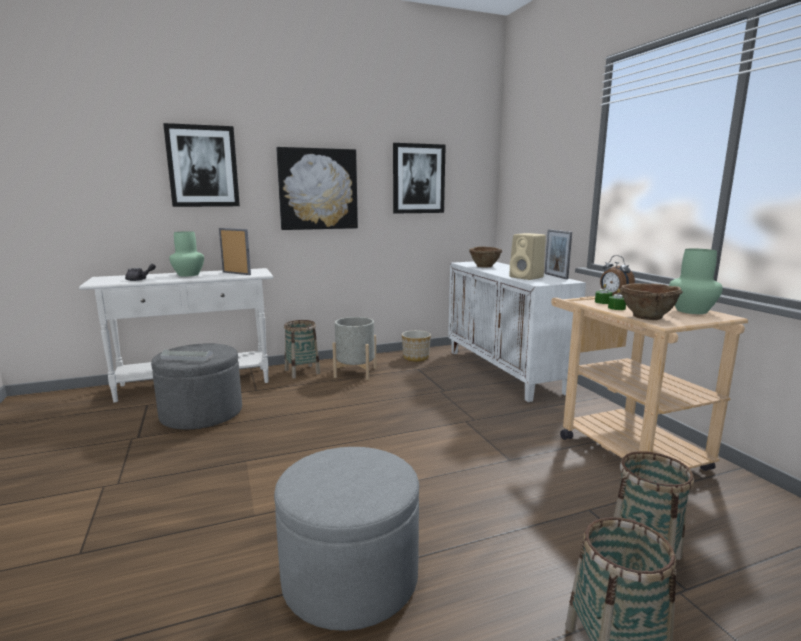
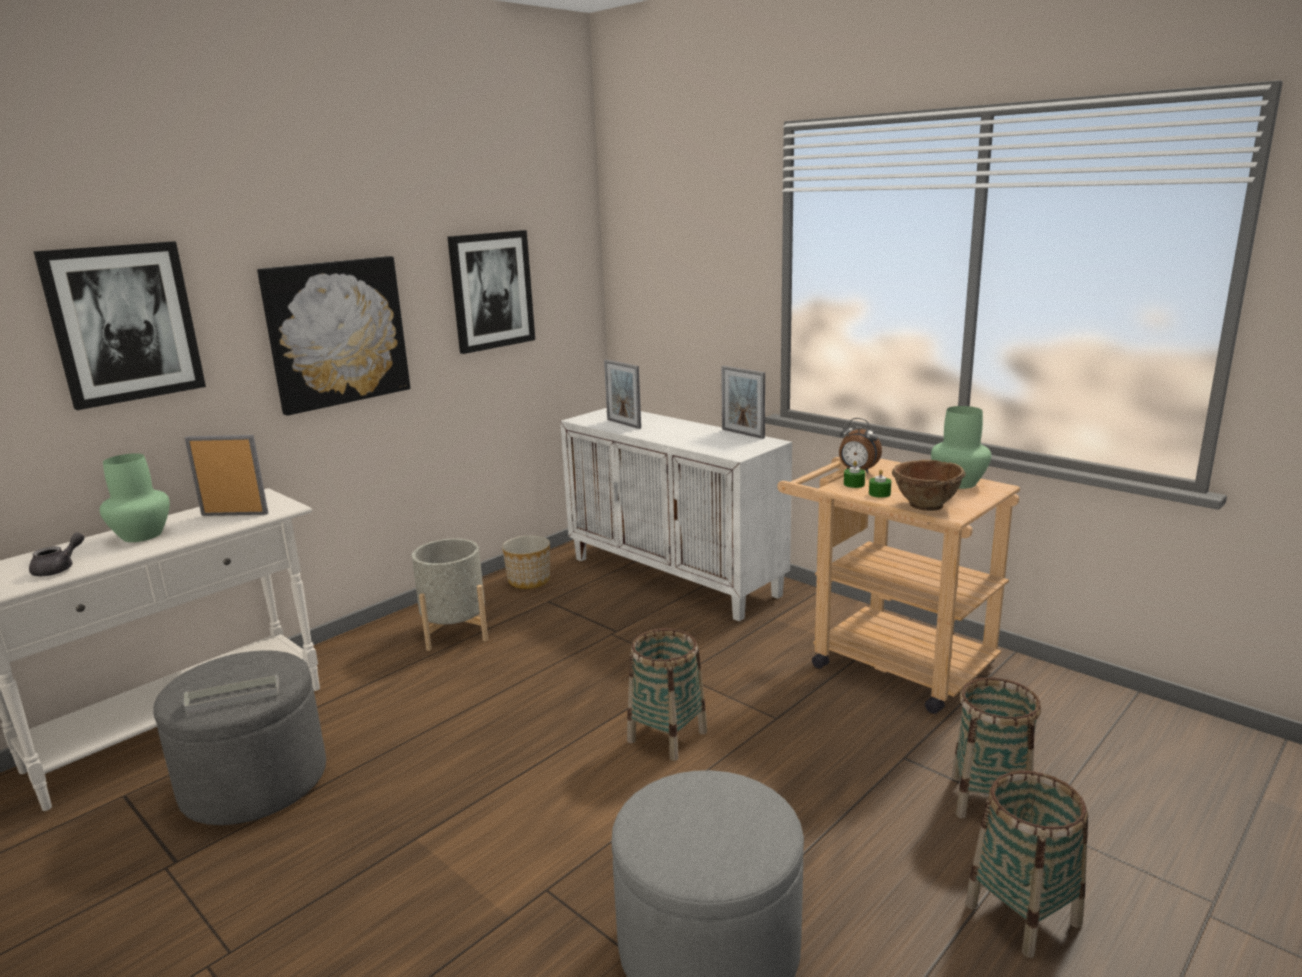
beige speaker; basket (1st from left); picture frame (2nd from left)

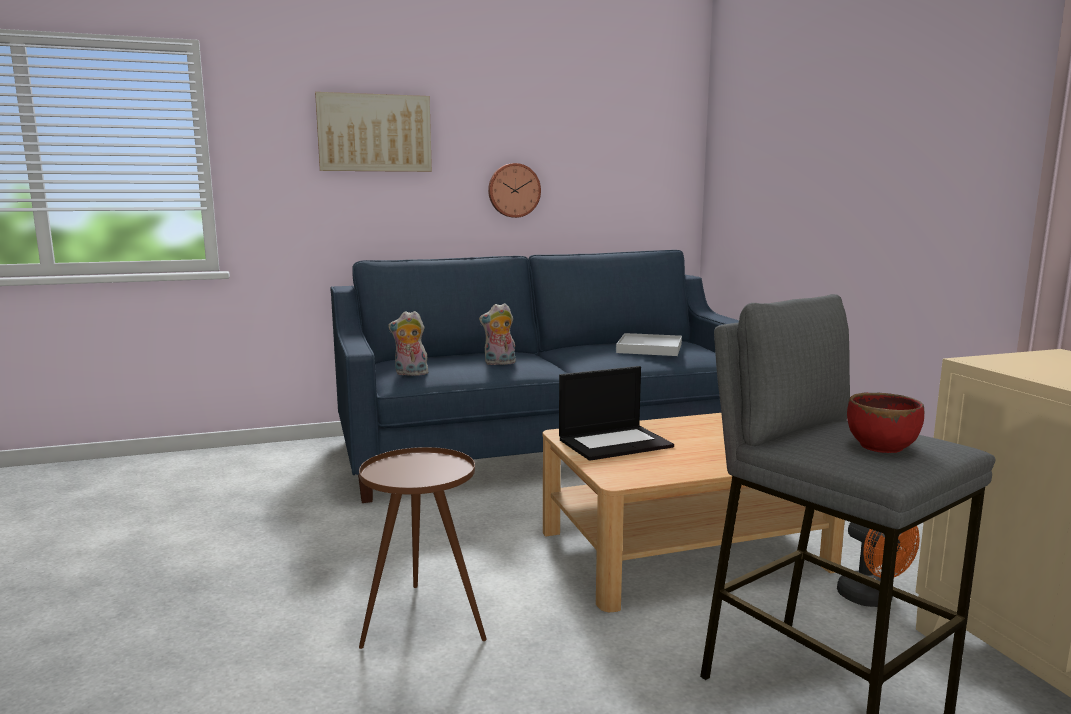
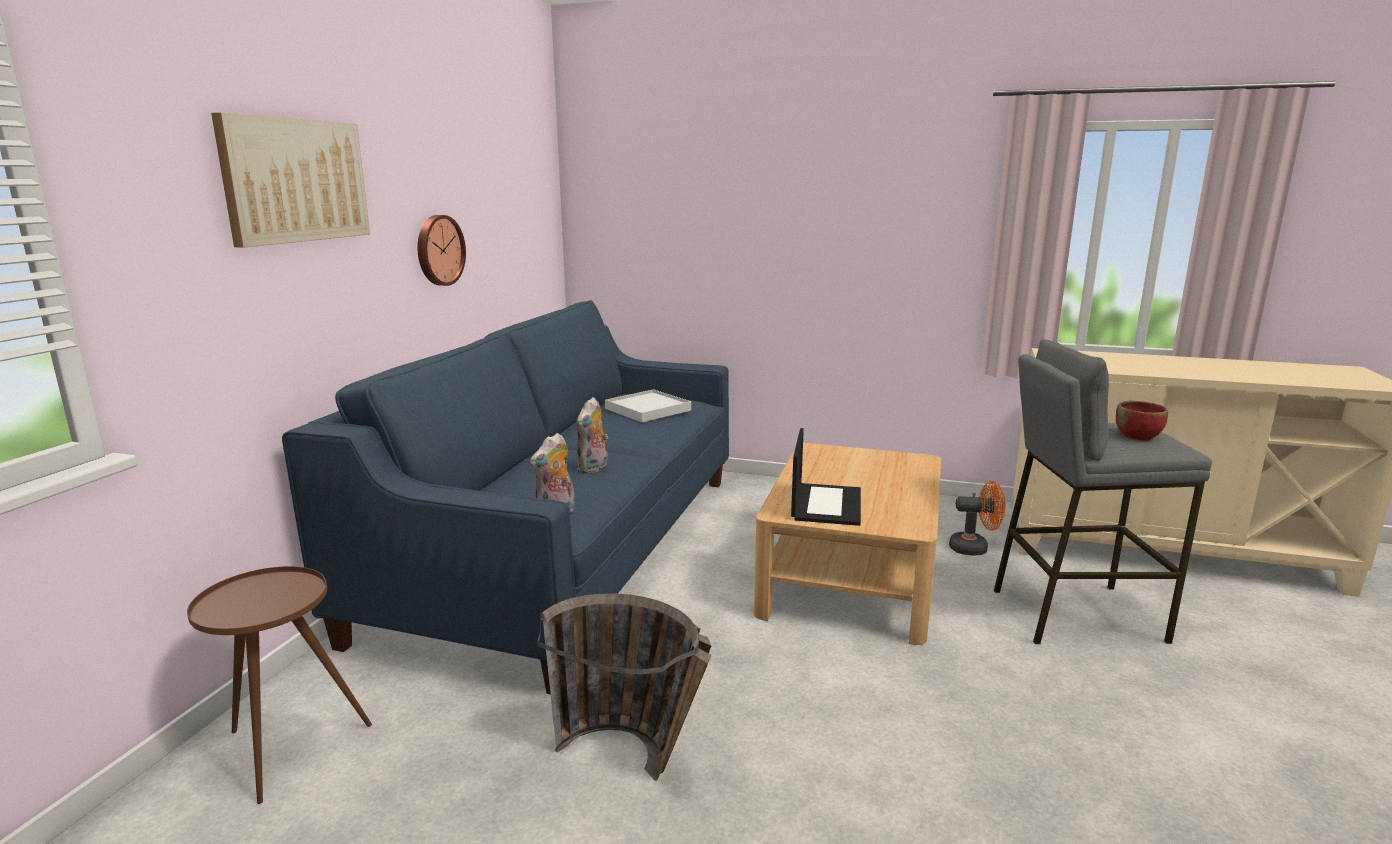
basket; brown side table

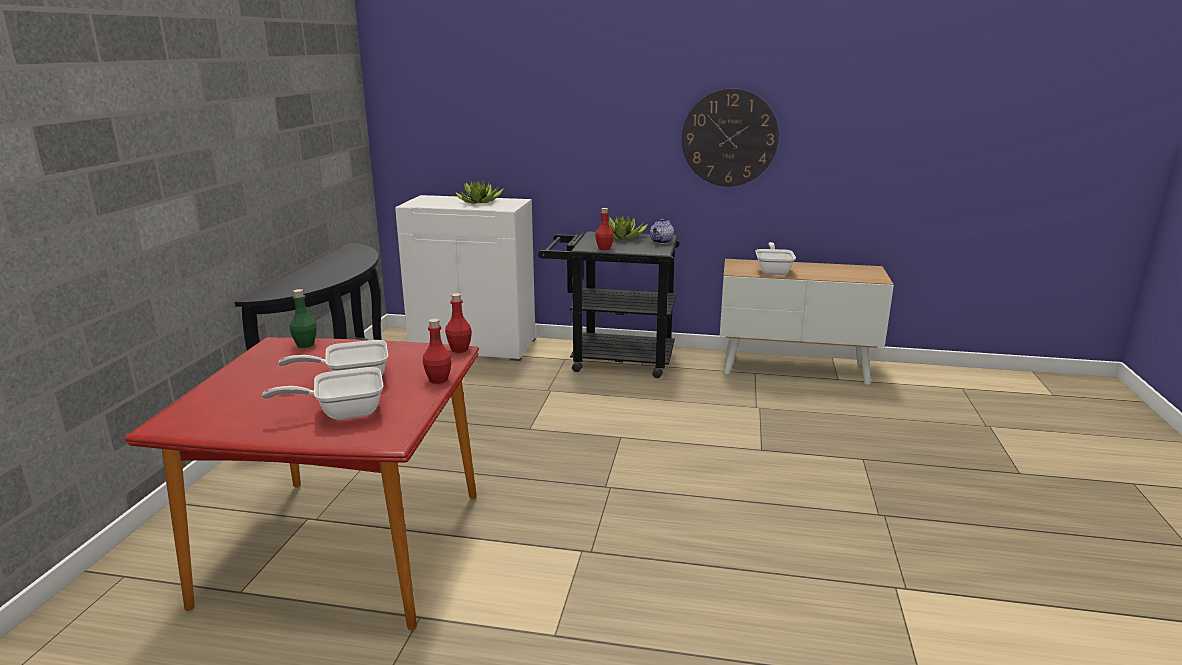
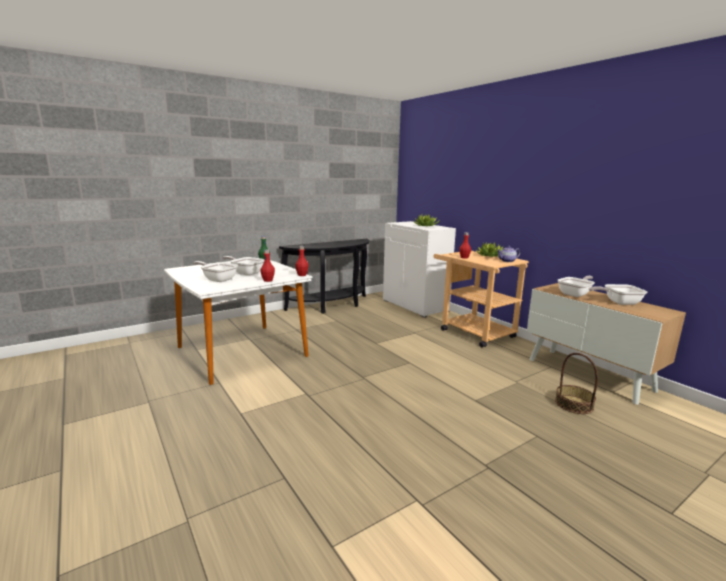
wall clock; basket; frying pan (4th from left); white dining table; beige cart

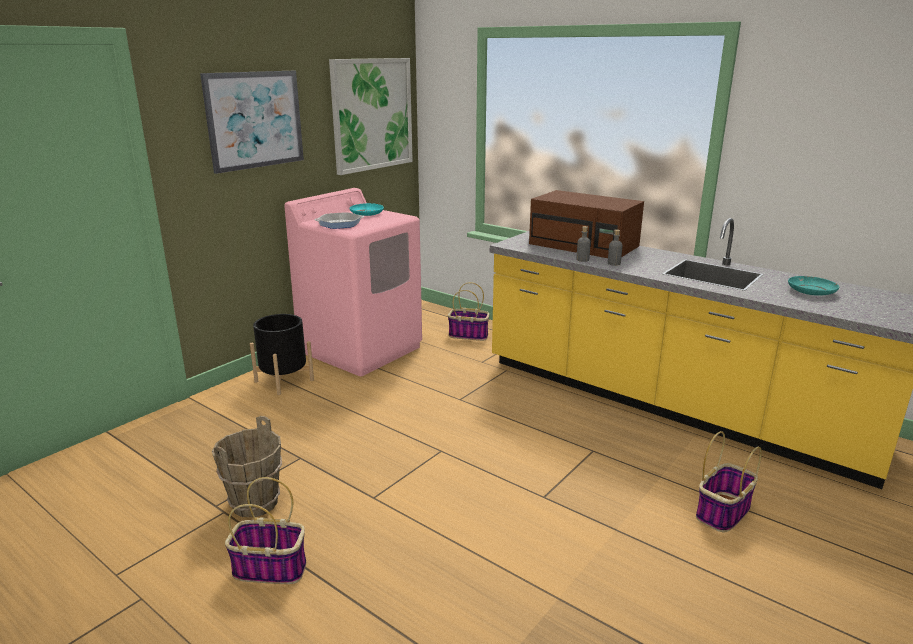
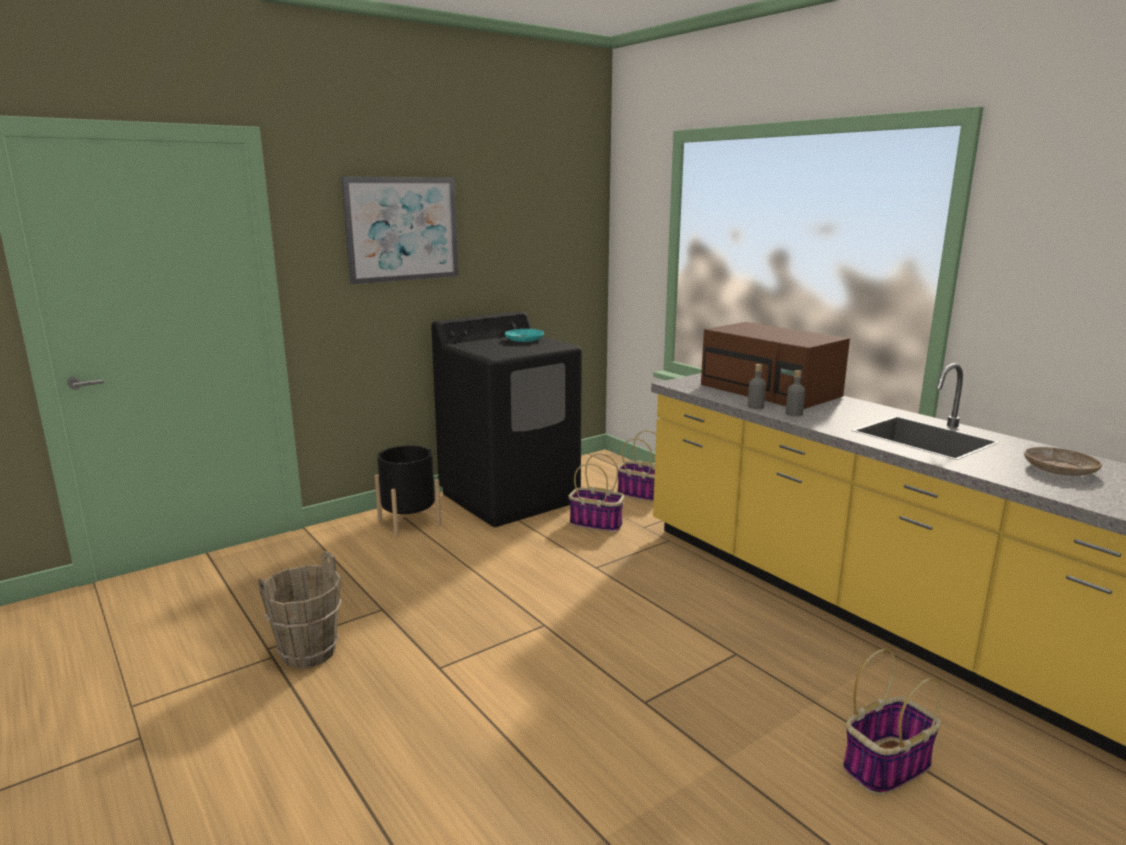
frying pan; picture (2nd from left in the first image); basket (1st from left); black washing machine; beige plate

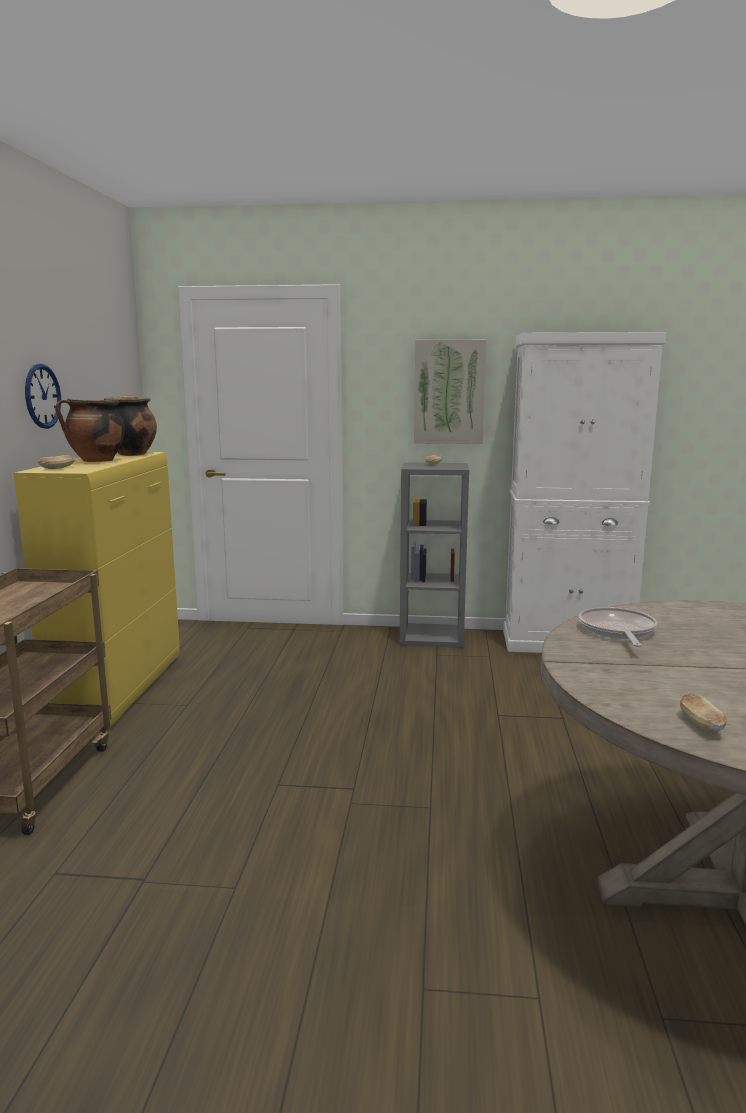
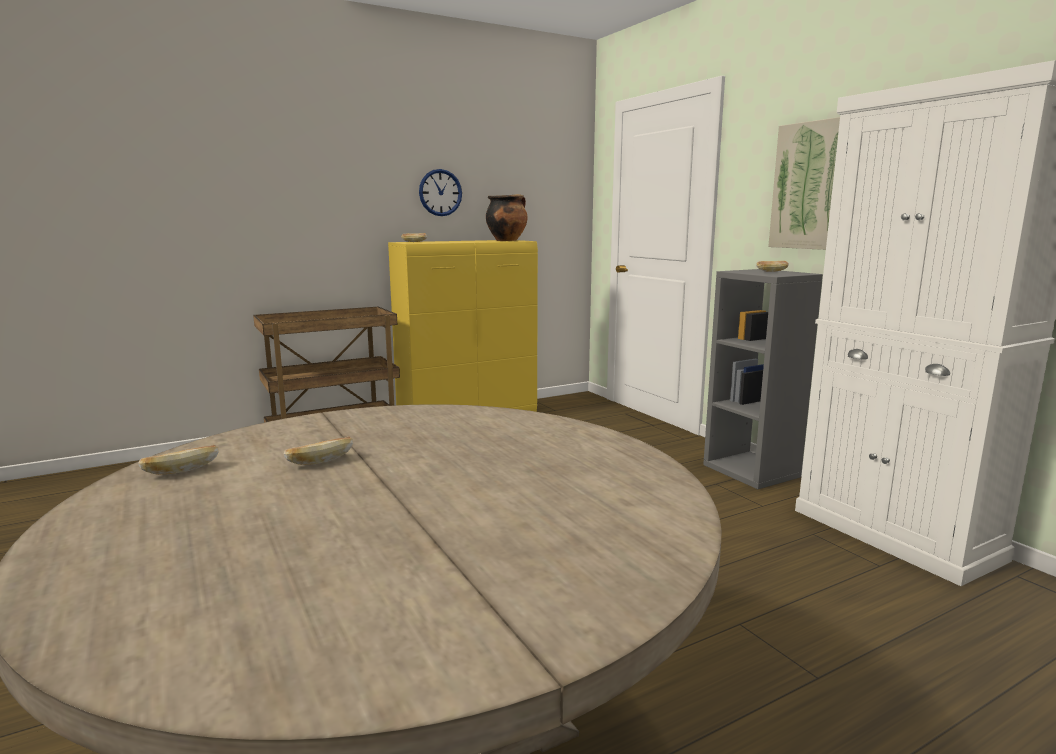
cooking pot (1st from left in the first image); frying pan; bread (2nd from left)

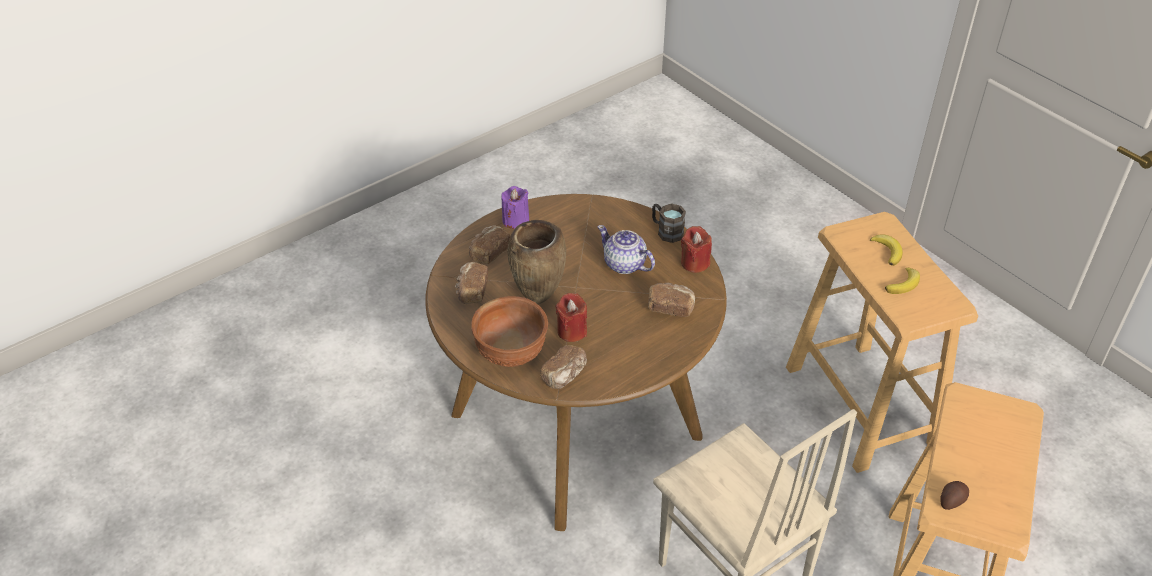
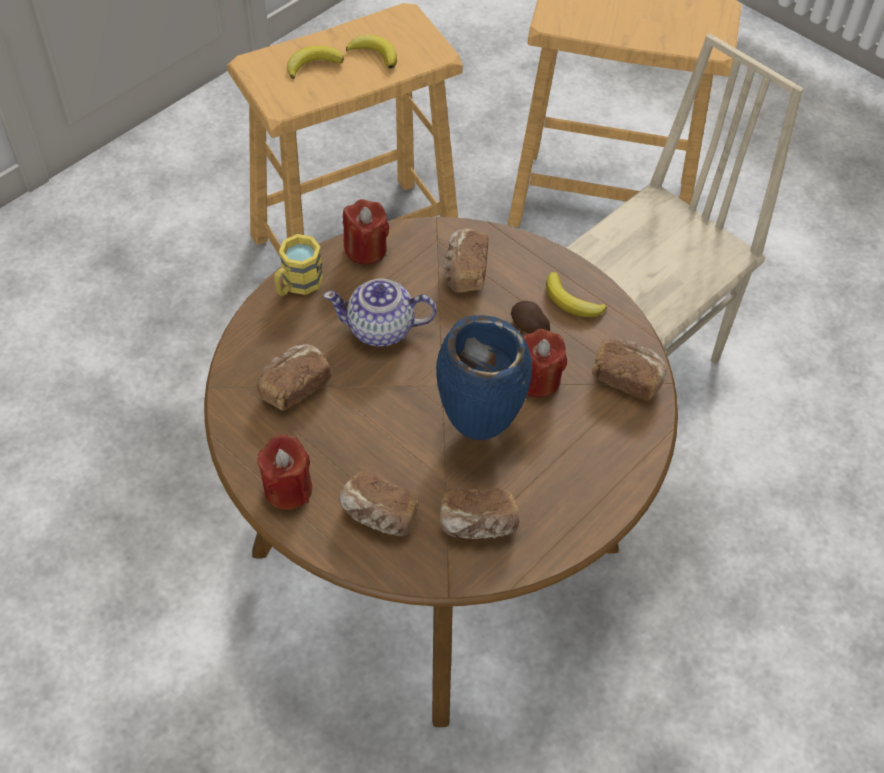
brown bowl; bread (1st from left); banana (3rd from left); potato; red candle (1st from left); blue vase; yellow mug; teapot

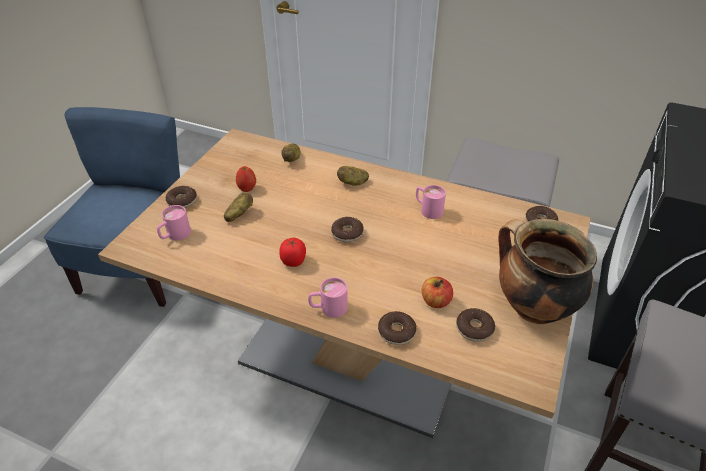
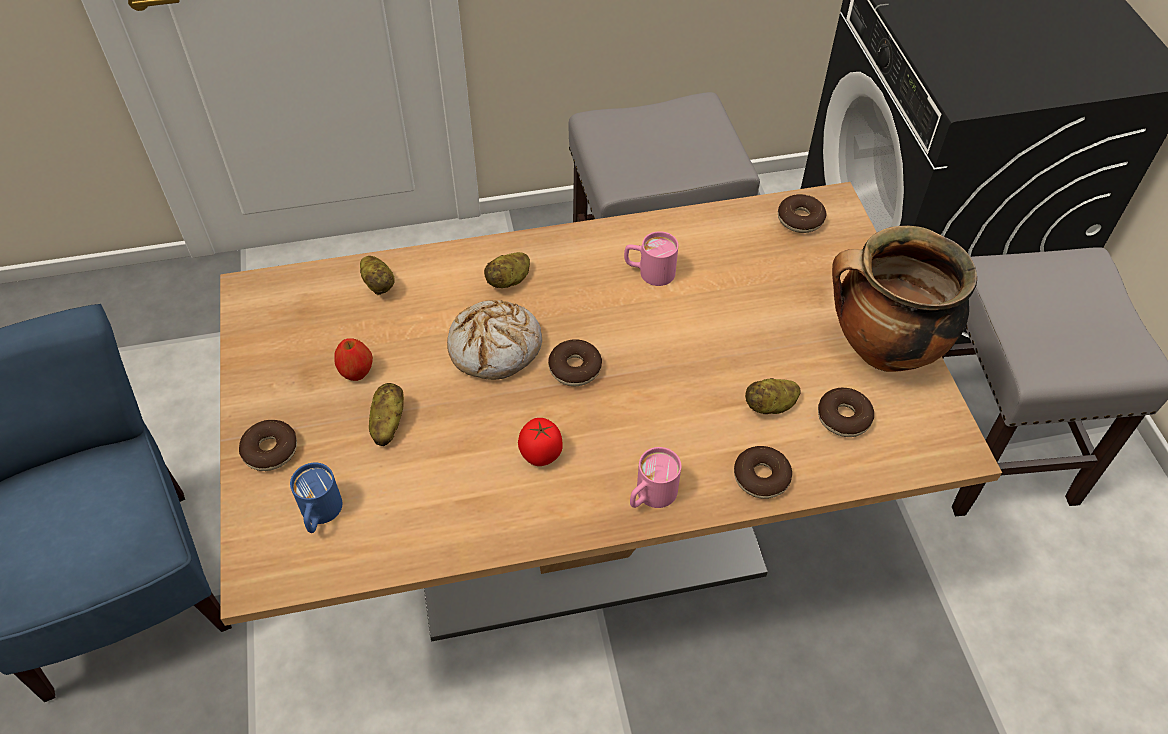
bread; potato (4th from left); blue mug

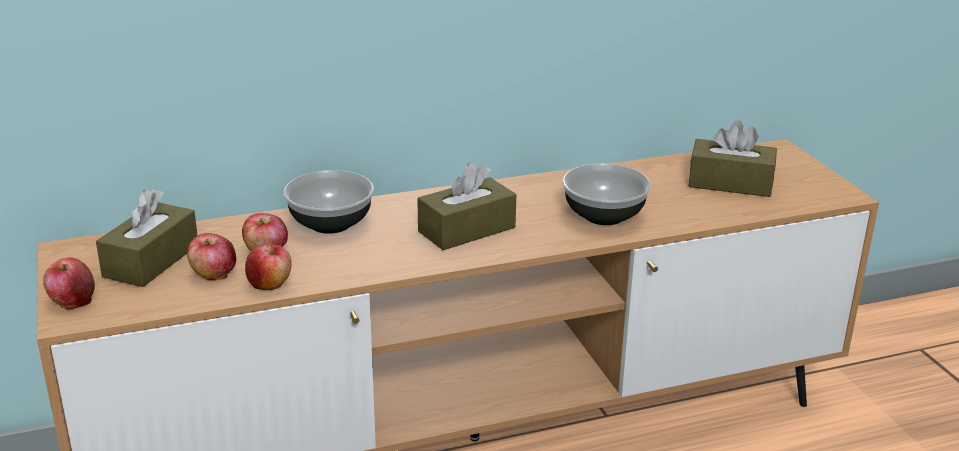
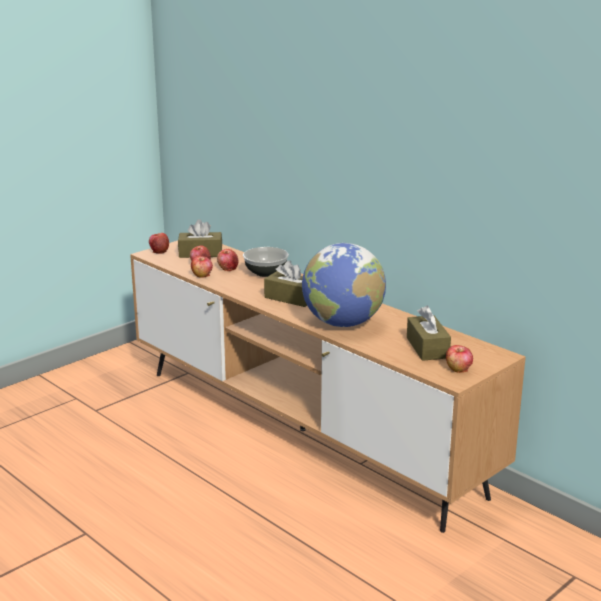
apple (5th from left); globe

